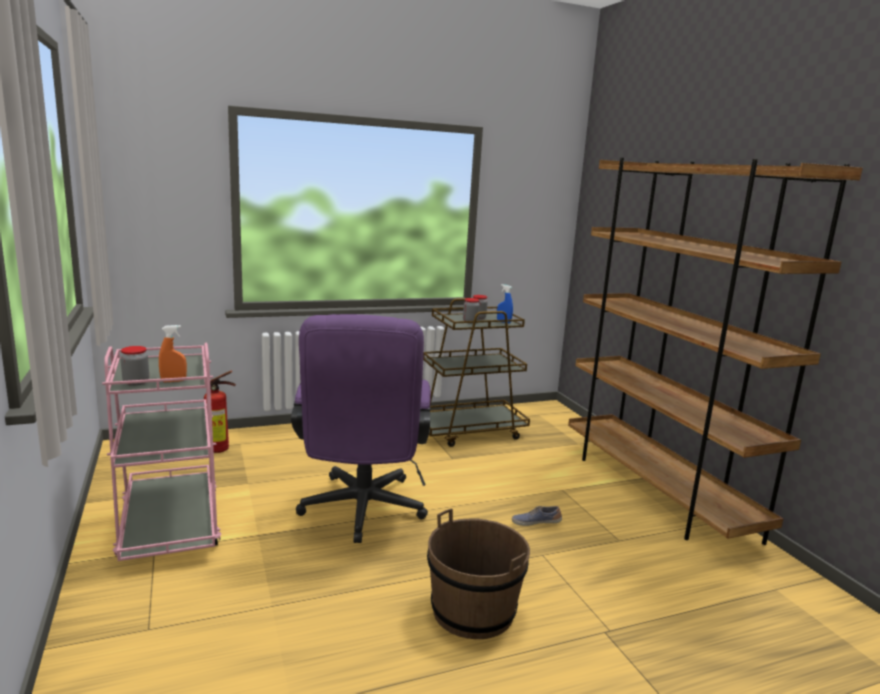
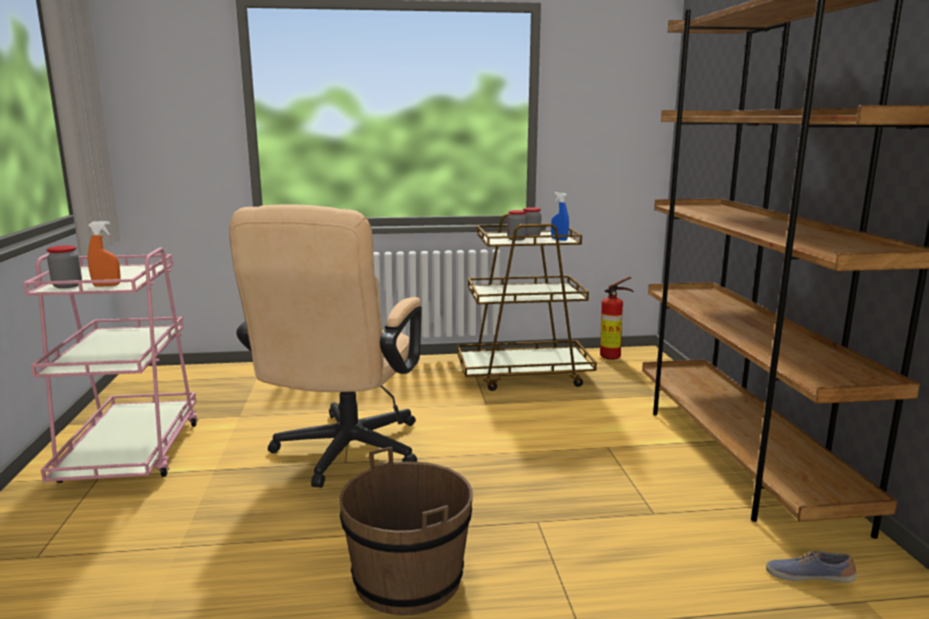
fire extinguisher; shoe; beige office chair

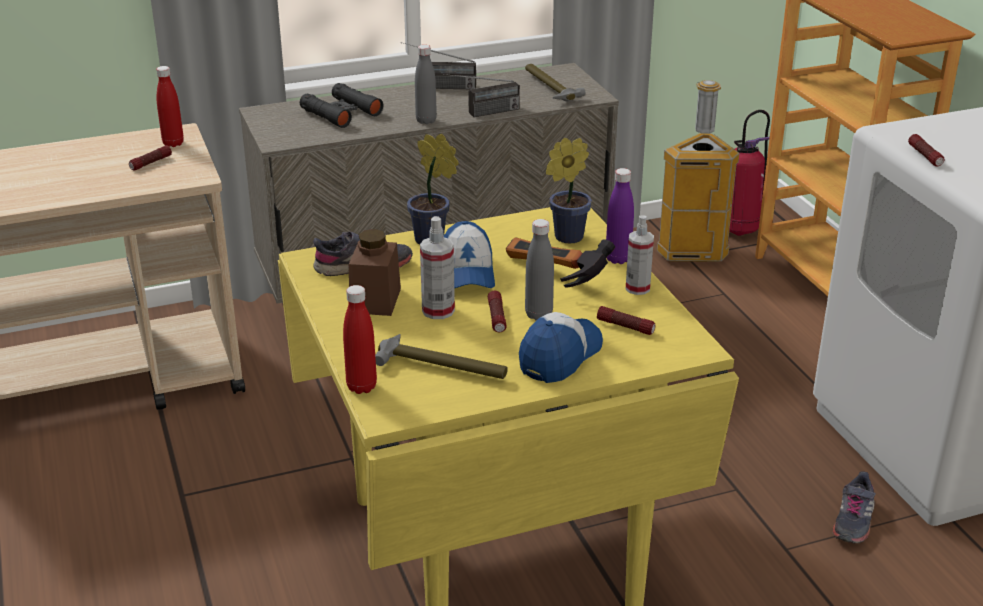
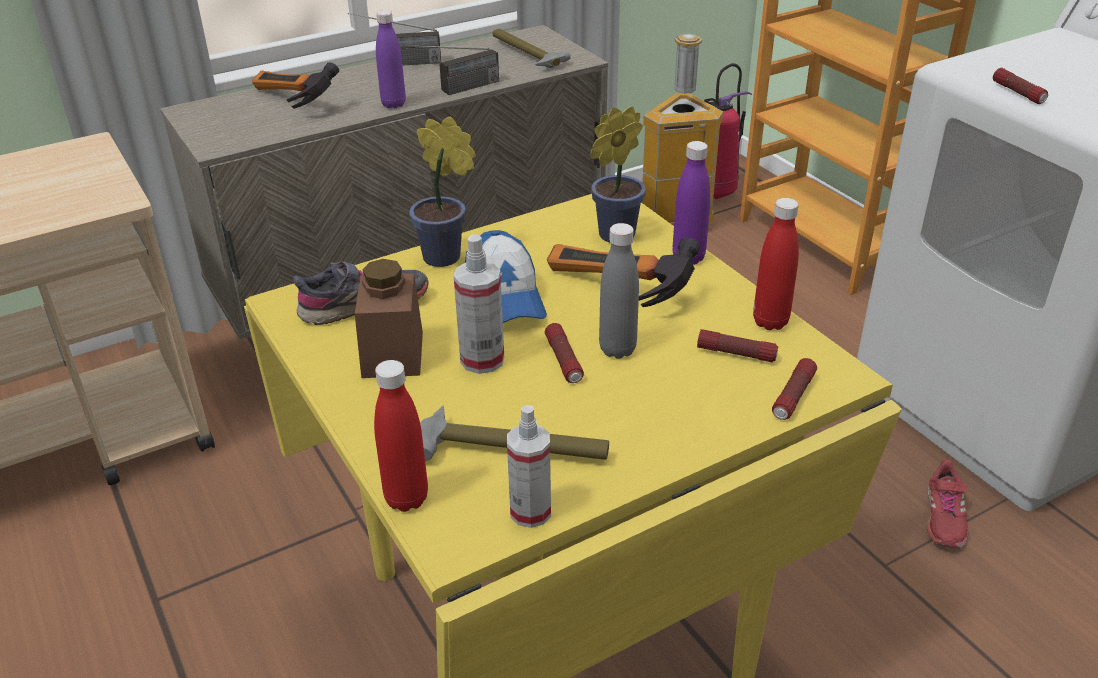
cap (2nd from left in the first image); flashlight (3rd from left); red bottle (2nd from left); spray bottle (2nd from left); hammer (1st from left); purple bottle (1st from left); red shoe

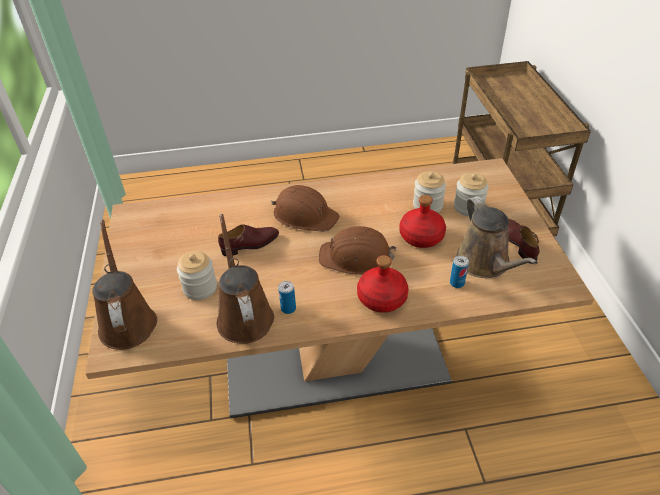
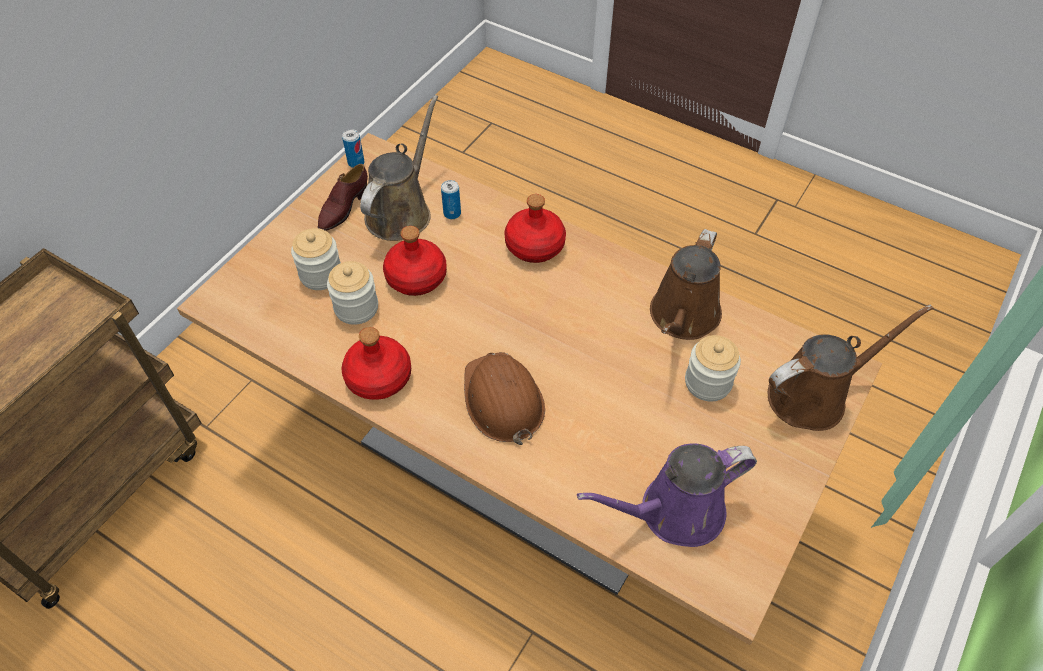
brown shoe (1st from left in the first image); brown hard hat (2nd from left in the first image); red bottle (1st from left); purple watering can; can (1st from left); brown watering can (3rd from left)

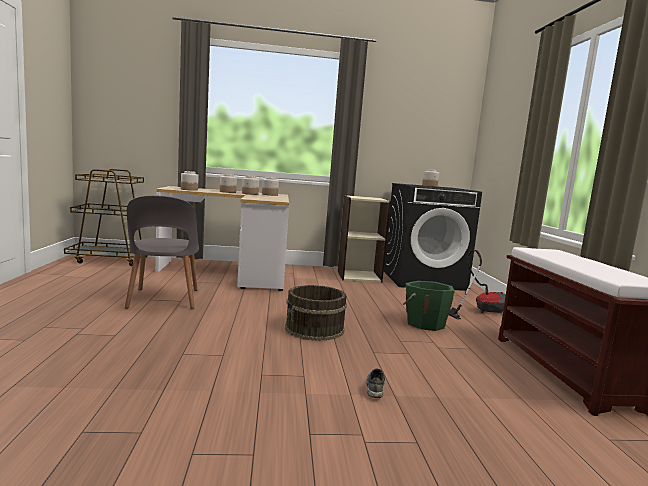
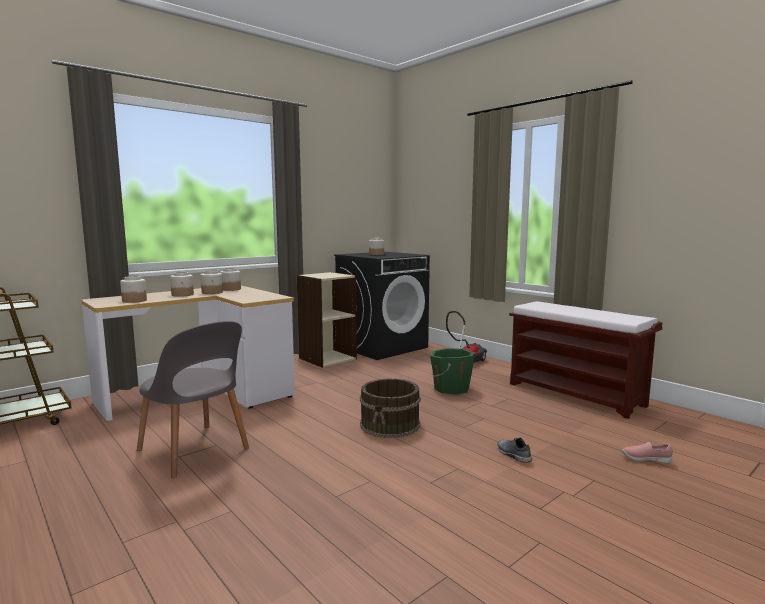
pink shoe

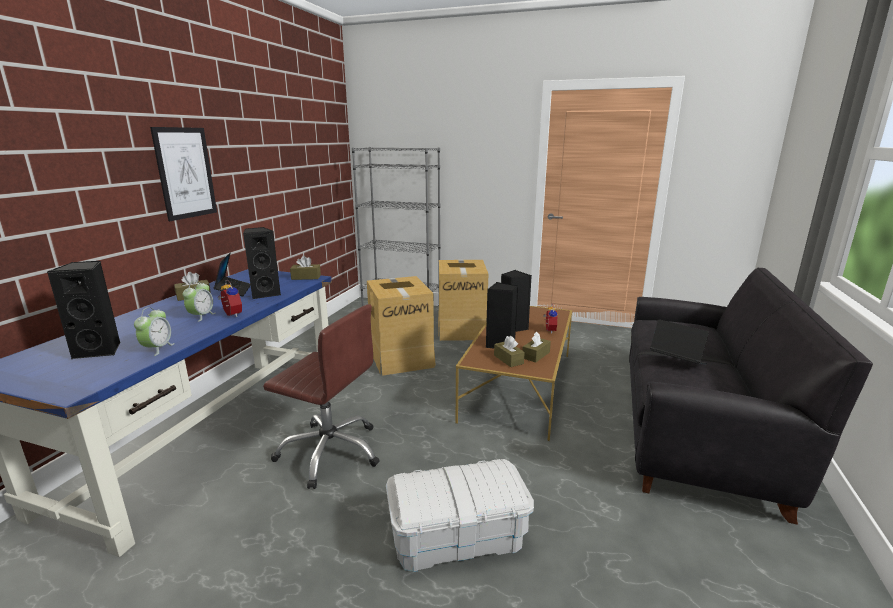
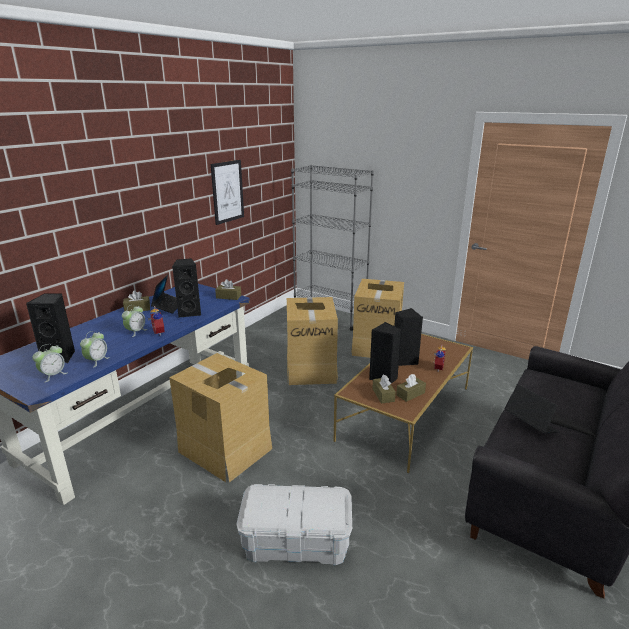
alarm clock (1st from left); picture; cardboard box (1st from left)

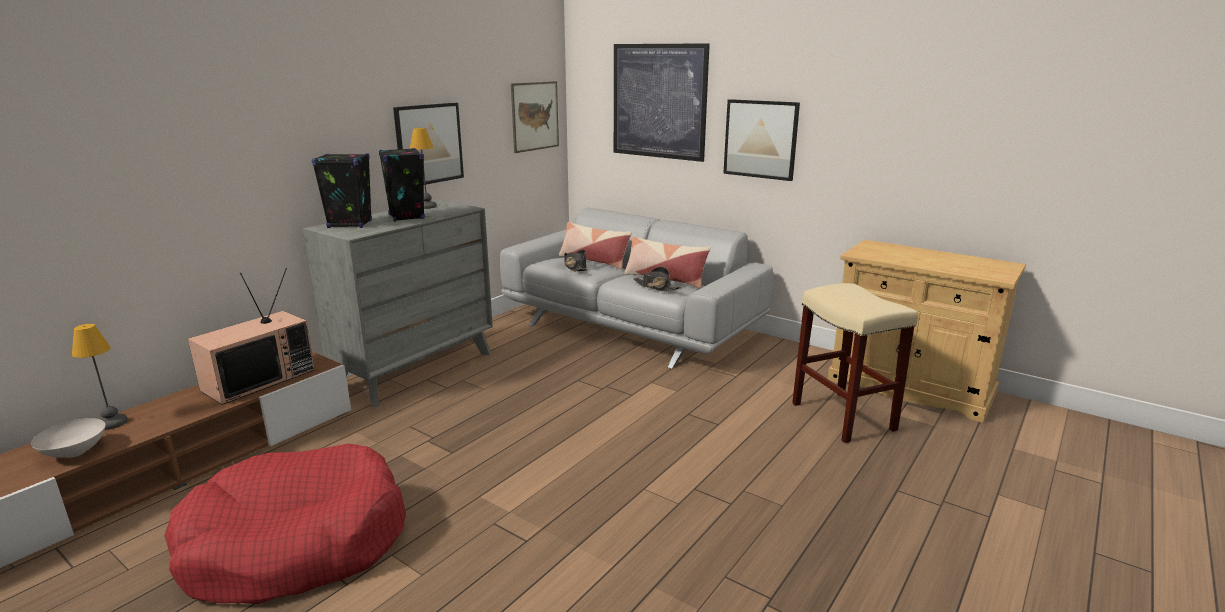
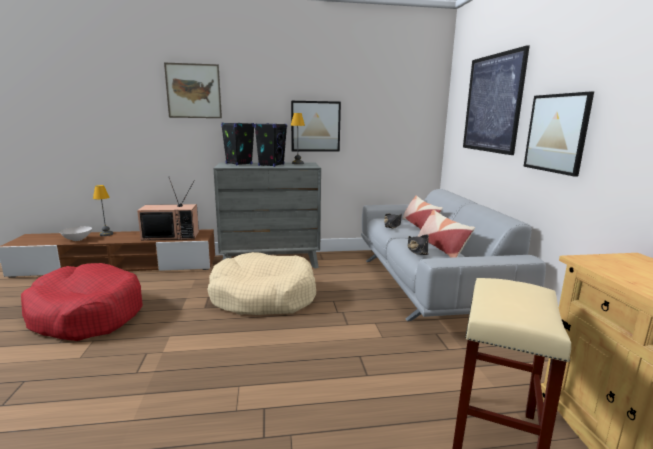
beige dog bed; picture (1st from left)

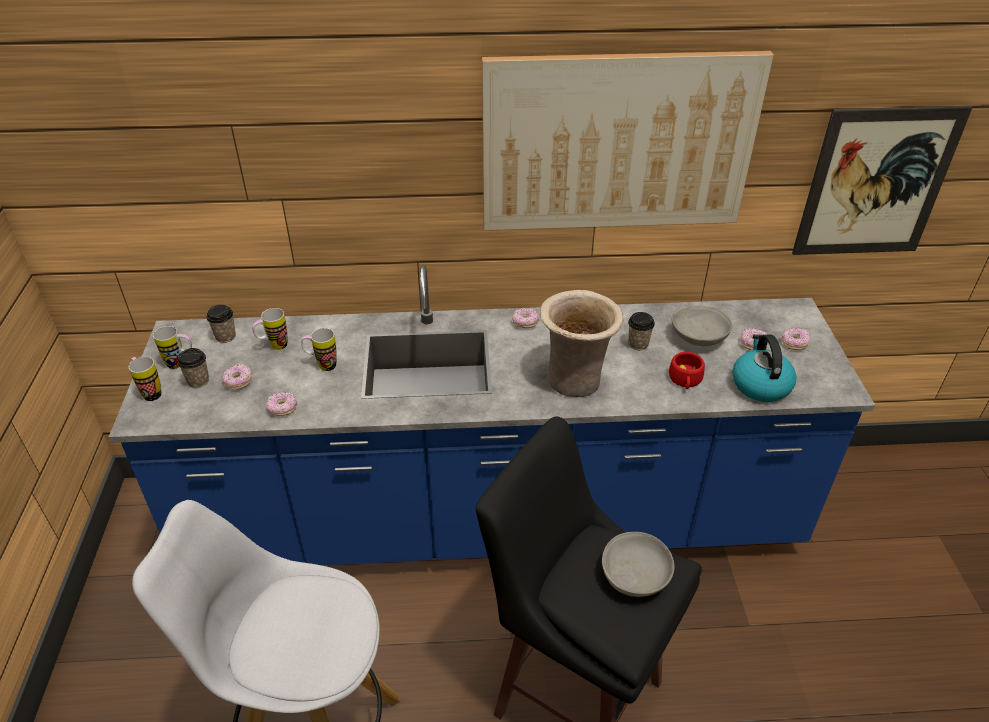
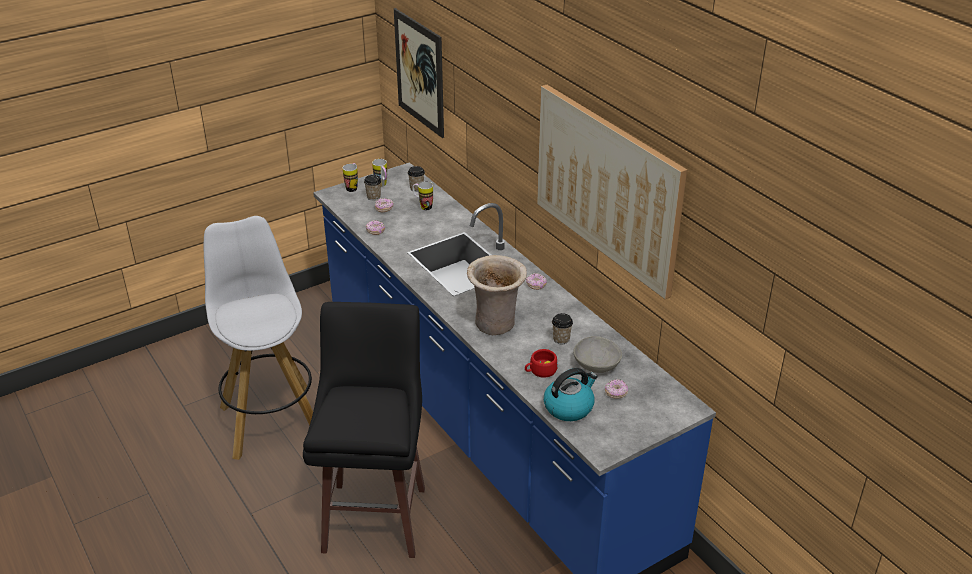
mug (4th from left in the first image); grey bowl (1st from left in the first image); donut (5th from left in the first image); picture (1st from left)

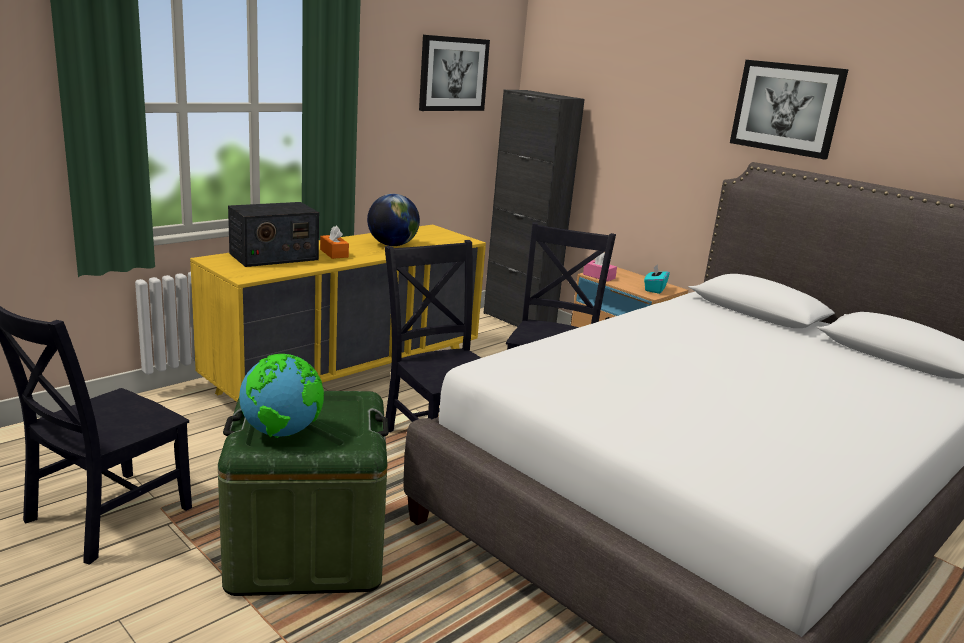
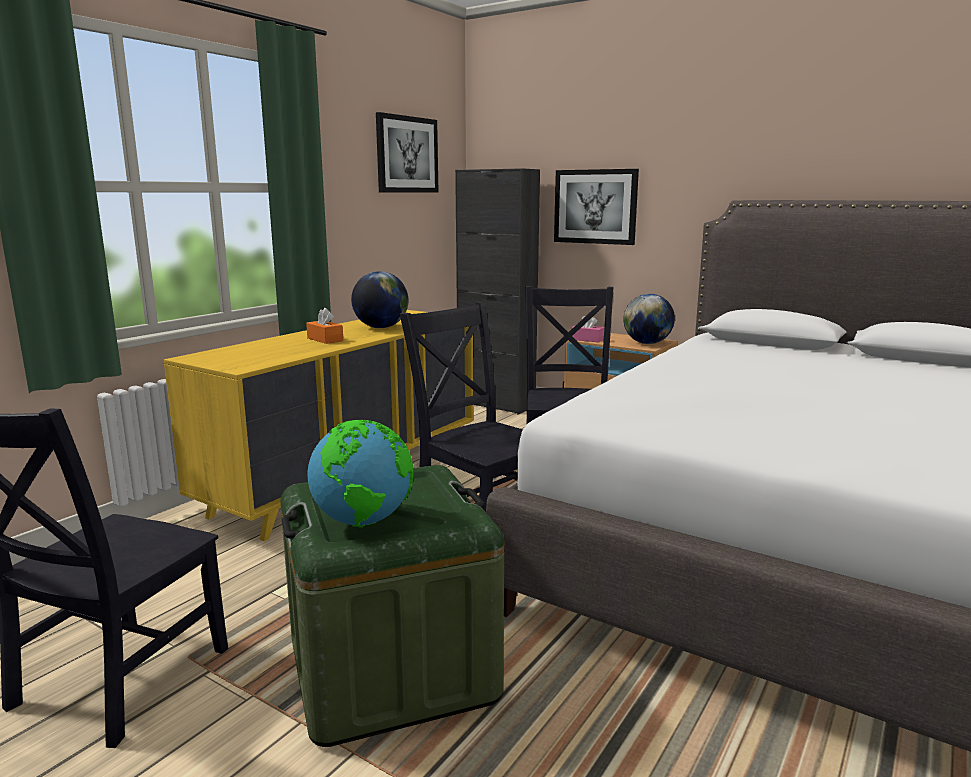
radio; picture (2nd from left); globe (3rd from left)

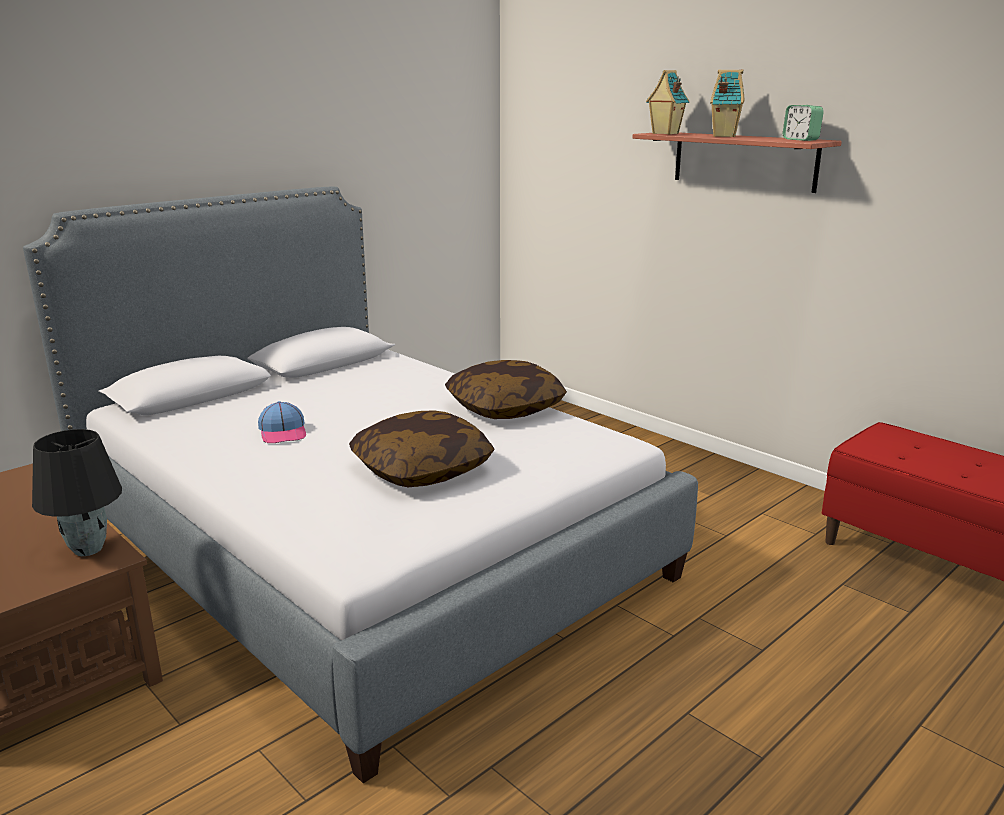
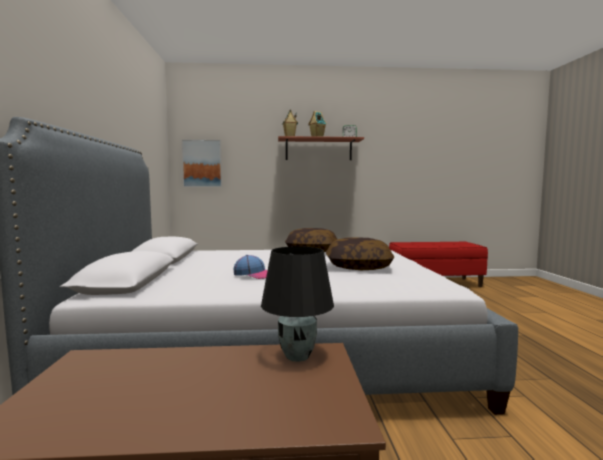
picture

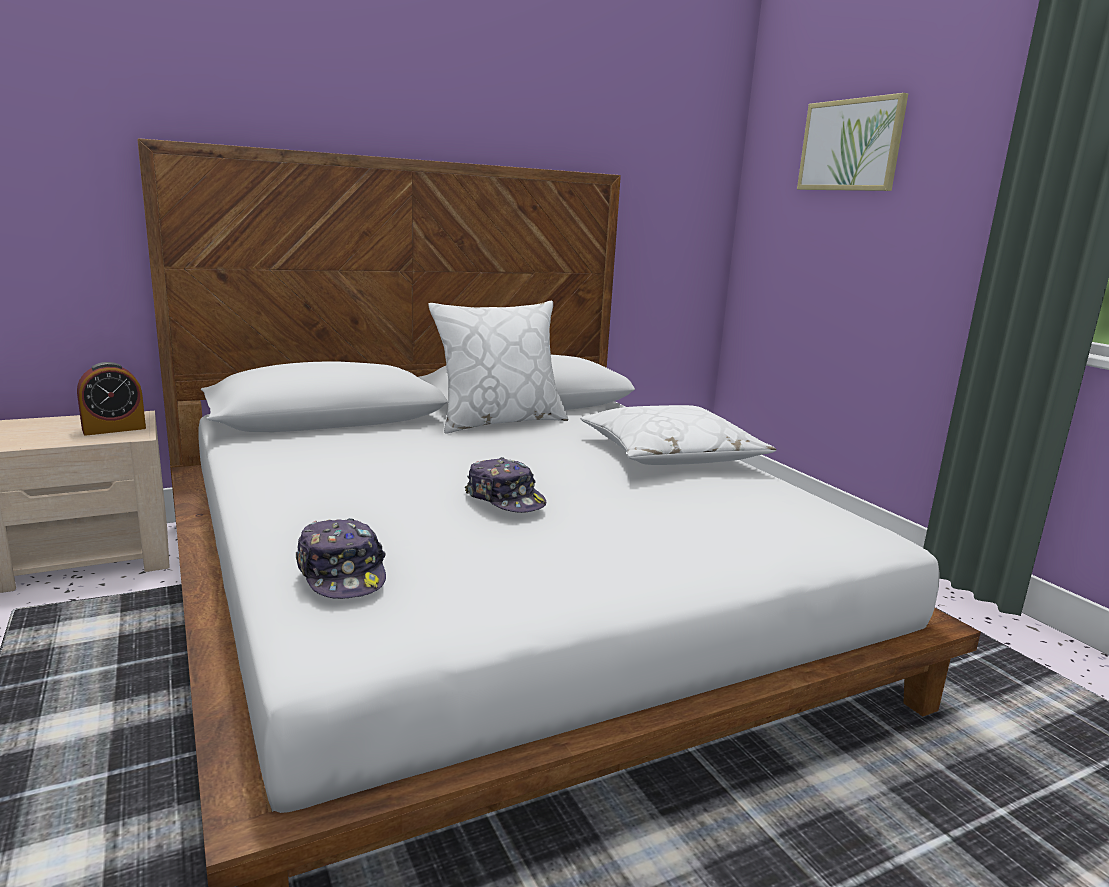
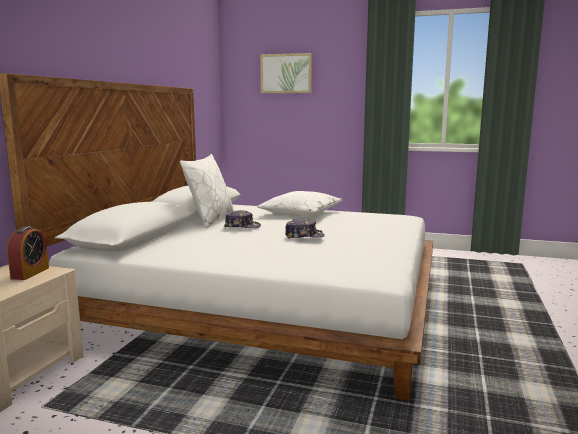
cap (1st from left)

